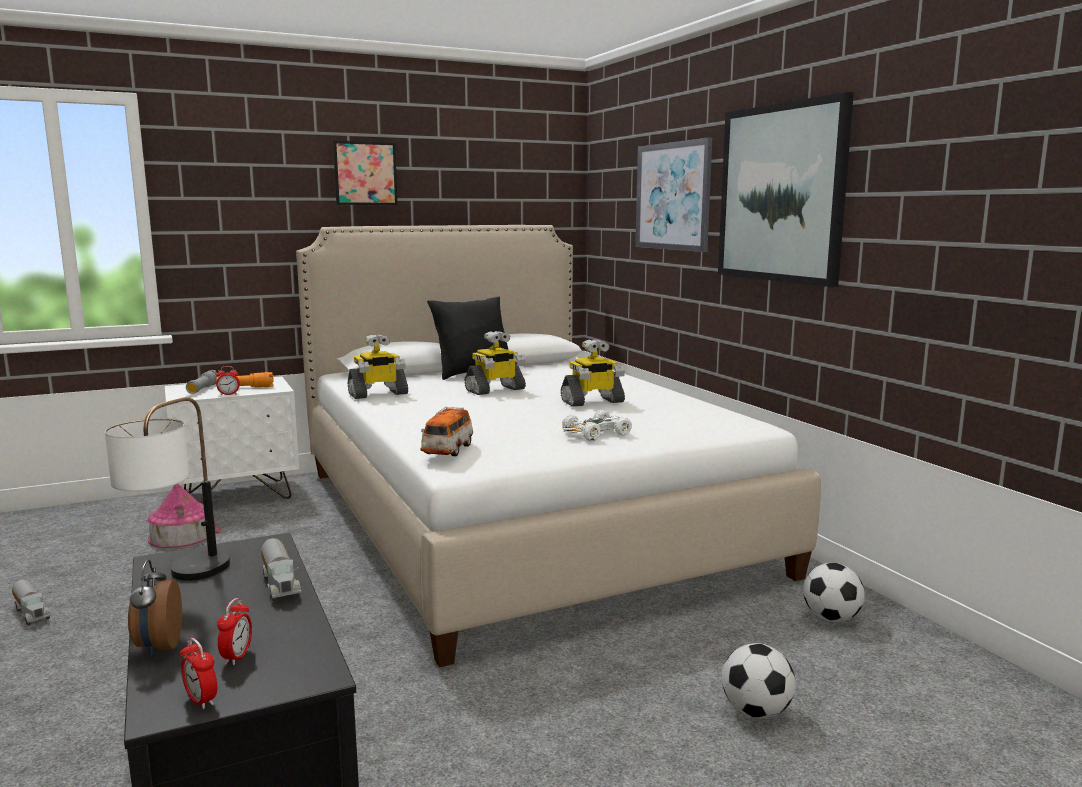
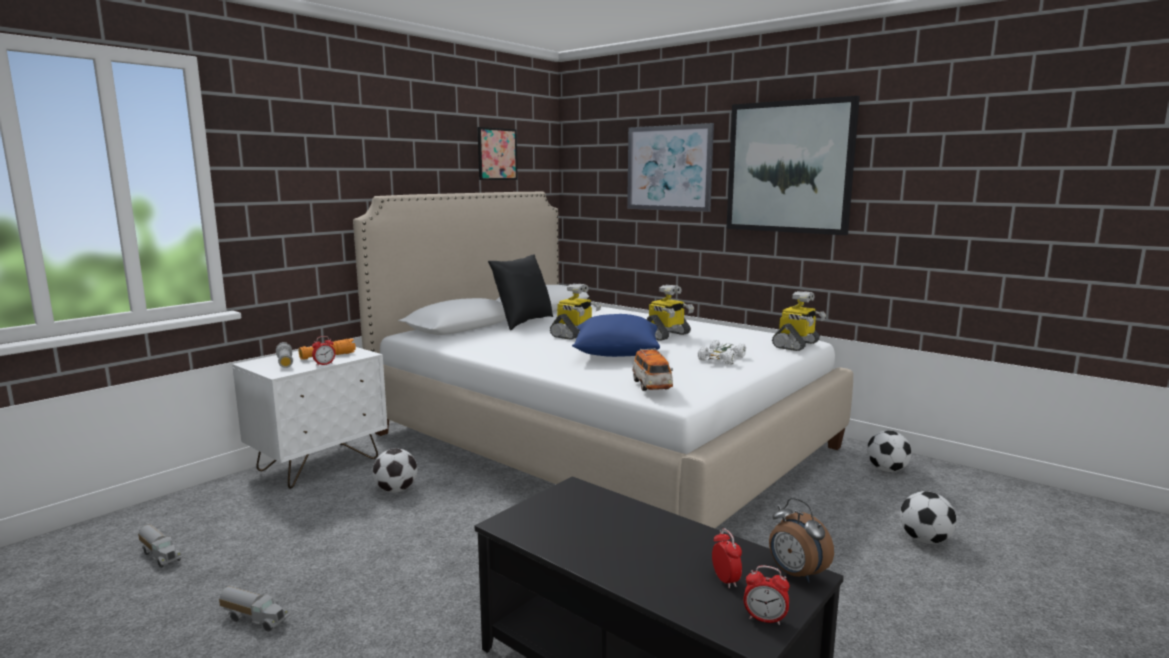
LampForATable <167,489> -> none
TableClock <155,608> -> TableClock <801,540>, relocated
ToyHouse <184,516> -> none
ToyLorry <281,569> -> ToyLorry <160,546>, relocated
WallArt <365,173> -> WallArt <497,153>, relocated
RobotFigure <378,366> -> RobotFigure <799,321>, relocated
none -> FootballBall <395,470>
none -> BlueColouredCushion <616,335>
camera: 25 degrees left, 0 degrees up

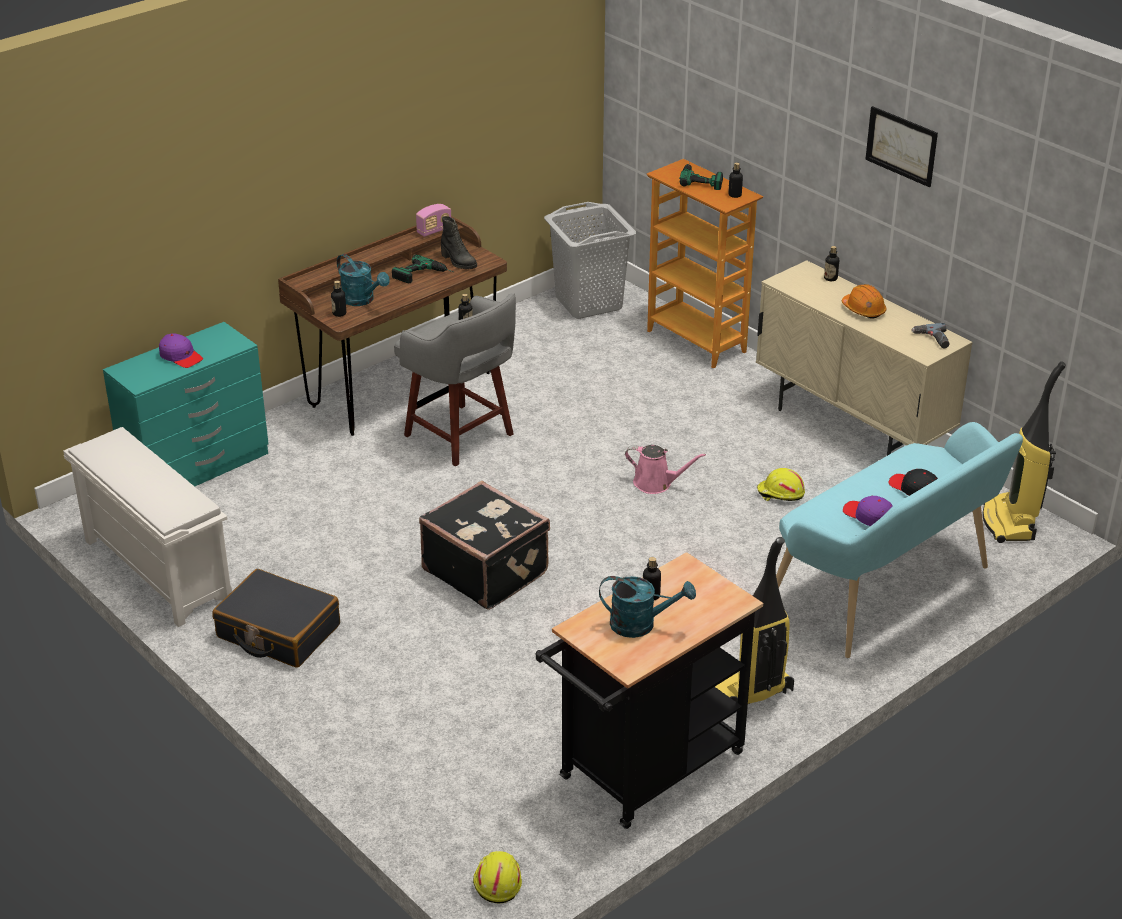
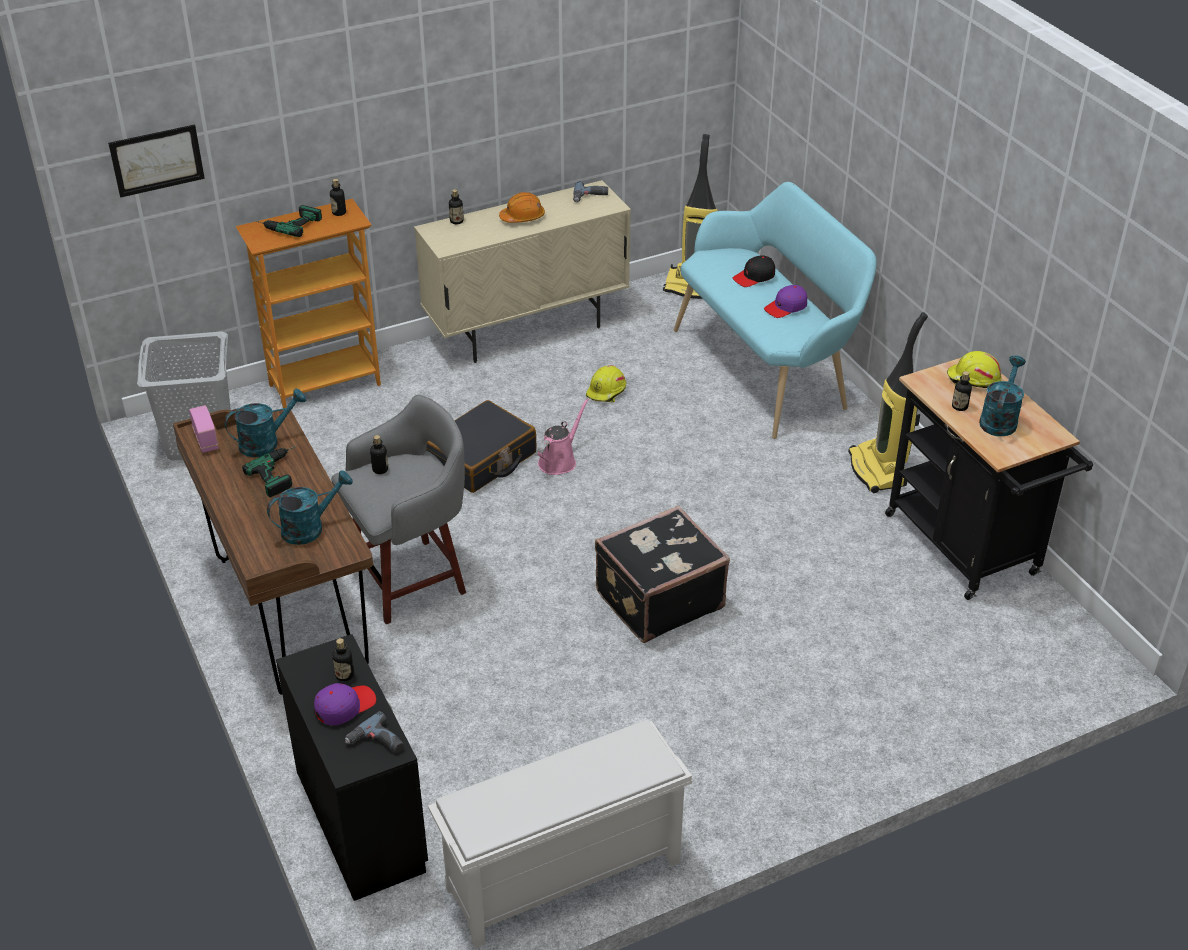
TurquoiseDrawerChest <185,404> -> BlackColouredDrawerChest <352,767>
BlackColouredTravelCase <276,618> -> BlackColouredTravelCase <481,446>, relocated
BeverageBottle <338,299> -> BeverageBottle <343,659>, relocated
BlackColouredBoot <459,242> -> TurquoiseSprinklingCan <265,423>
YellowSafetyHelmet <497,877> -> YellowSafetyHelmet <974,369>, relocated
WallArt <901,146> -> WallArt <156,161>, relocated
none -> PowerDrill <374,732>
camera: 75 degrees left, 5 degrees up

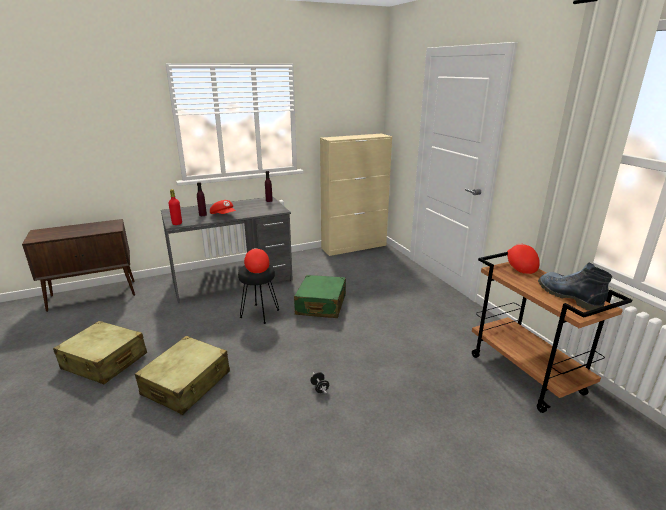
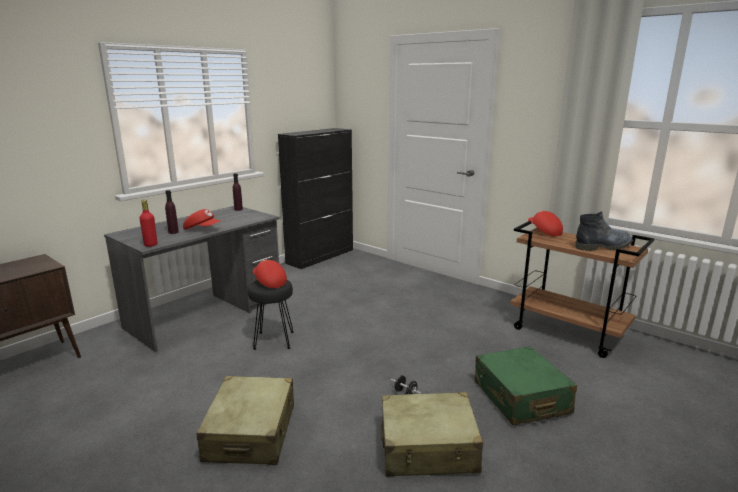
BeigeTravelCase <100,352> -> BeigeTravelCase <432,434>, relocated
GreenColouredTravelCase <320,296> -> GreenColouredTravelCase <526,385>, relocated
BeigeCabinet <356,195> -> BlackColouredCabinet <315,198>
Boot <575,287> -> Boot <604,231>, 135 degrees clockwise
camera: 25 degrees left, 5 degrees down

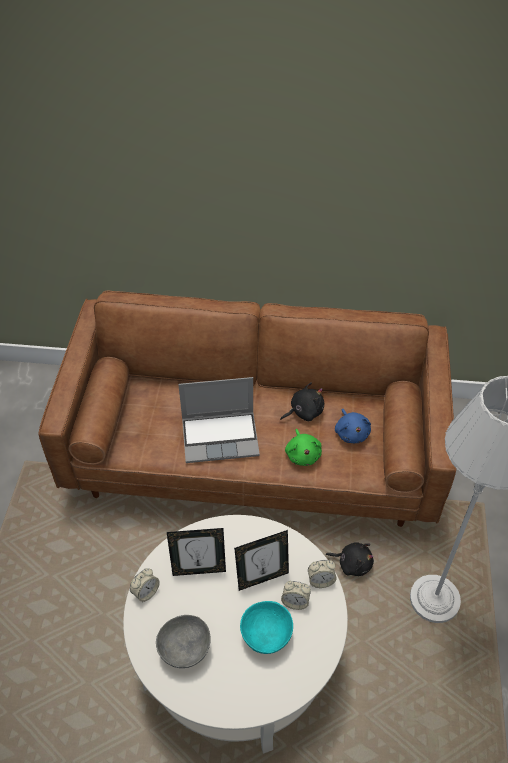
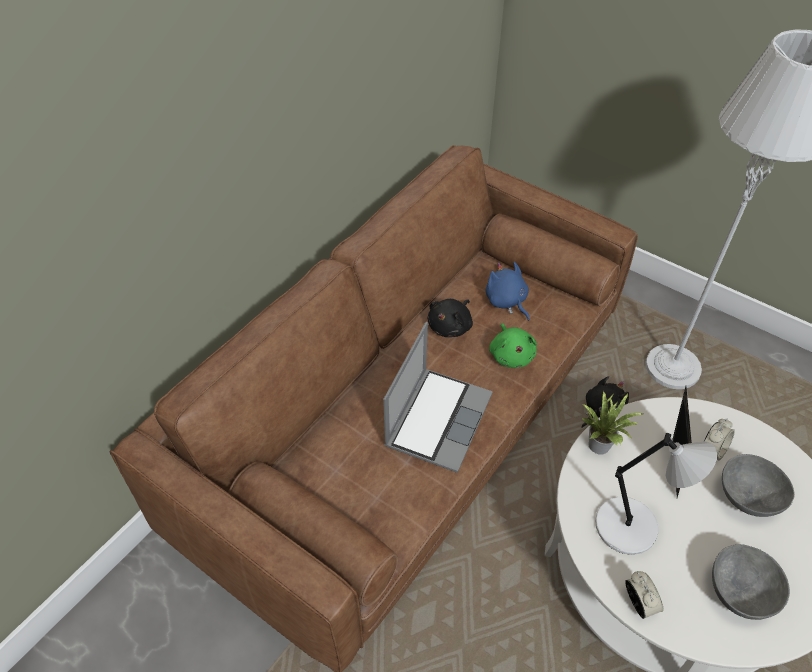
PhotoFrame <196,552> -> GreyishLampForATable <656,494>
TurquoiseBowl <266,627> -> GreyishBowl <758,485>
BlackColouredCuddlyToy <302,401> -> BlackColouredCuddlyToy <450,318>, 150 degrees counterclockwise
GreenColouredCuddlyToy <303,447> -> GreenColouredCuddlyToy <513,345>, 60 degrees clockwise
TableClock <322,574> -> none
BlueColouredCuddlyToy <353,426> -> BlueColouredCuddlyToy <507,291>, 135 degrees counterclockwise
none -> PottedPlant <612,423>
camera: 60 degrees left, 0 degrees up

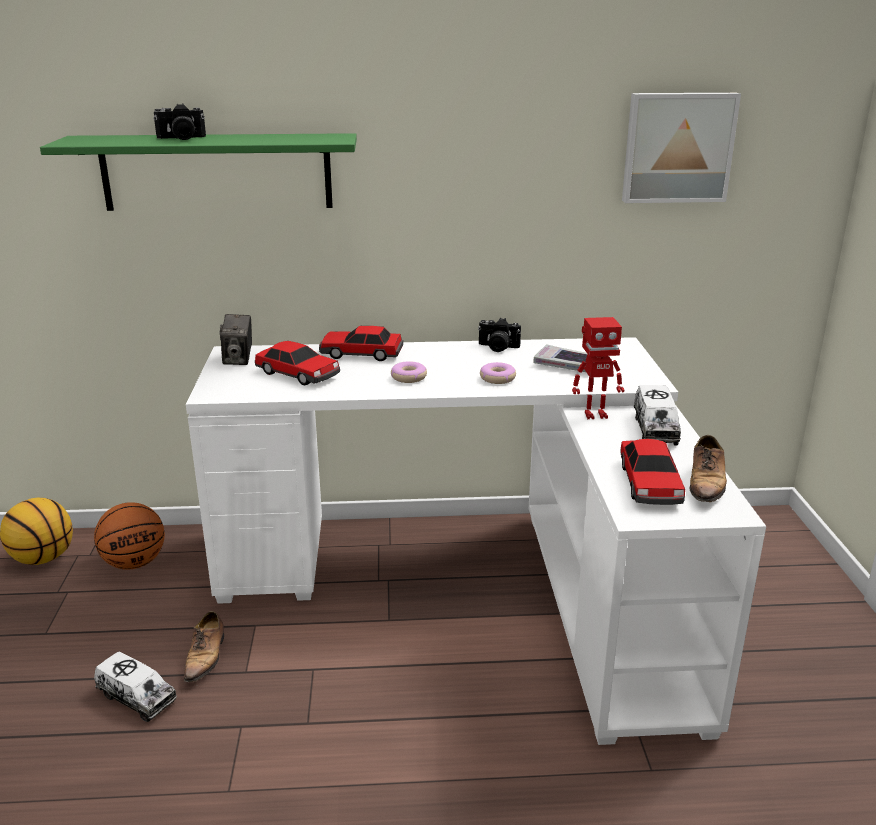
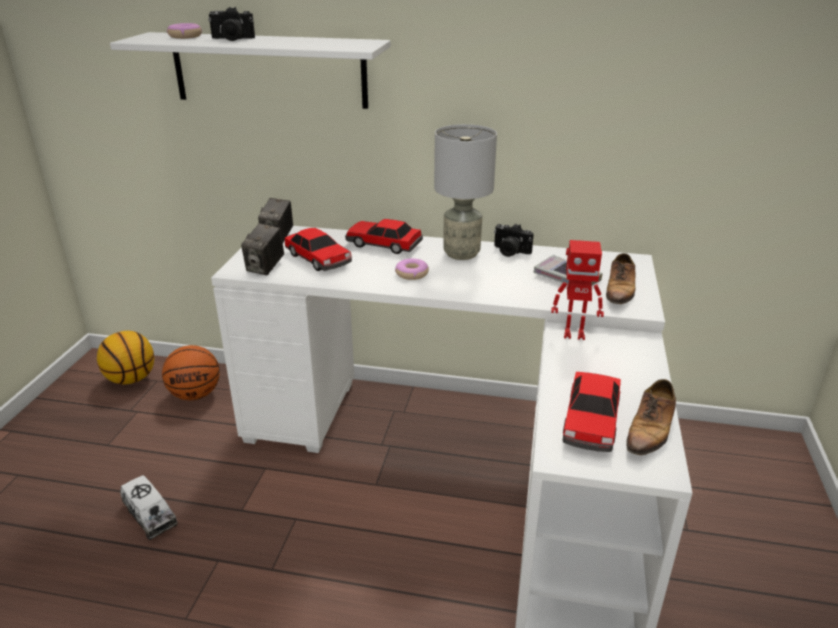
GreenColouredWallShelf <198,172> -> WhitishWallShelf <250,70>
Shoe <204,646> -> Shoe <621,278>, relocated
Donut <498,373> -> Donut <184,31>, relocated
WallArt <681,148> -> none
ToyLorry <657,415> -> none
none -> StillCamera <262,249>
none -> GreyishLampForATable <465,192>
camera: 15 degrees right, 5 degrees up

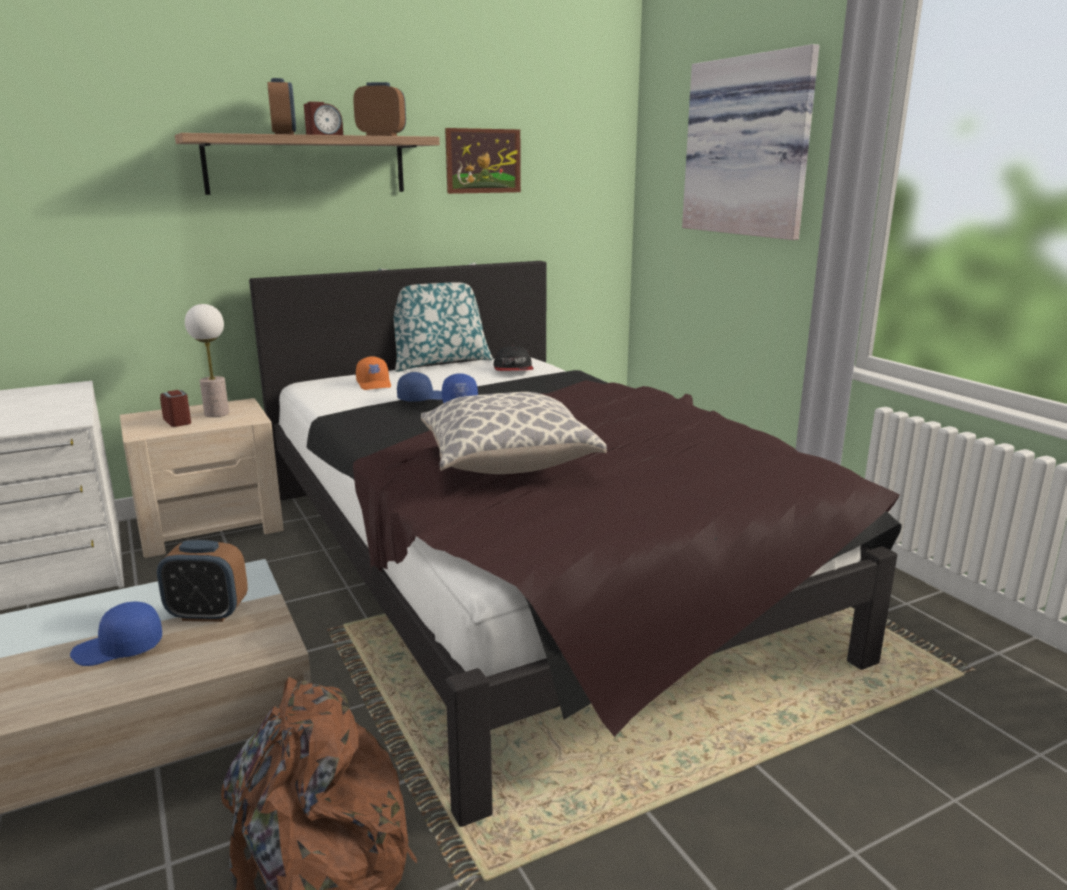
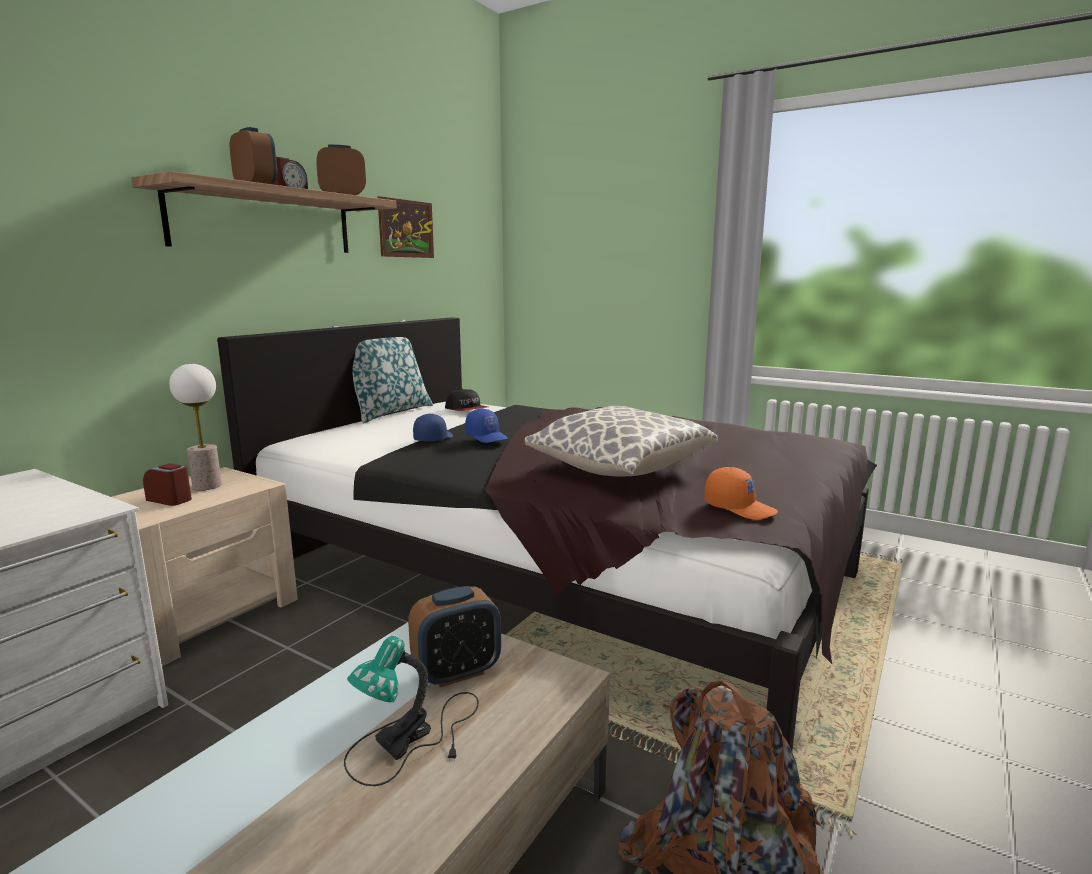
BlueColouredBaseballCap <116,634> -> LampForATable <411,711>
OrangeyBaseballCap <373,373> -> OrangeyBaseballCap <741,493>, relocated
WallArt <750,142> -> none
camera: 30 degrees left, 5 degrees down

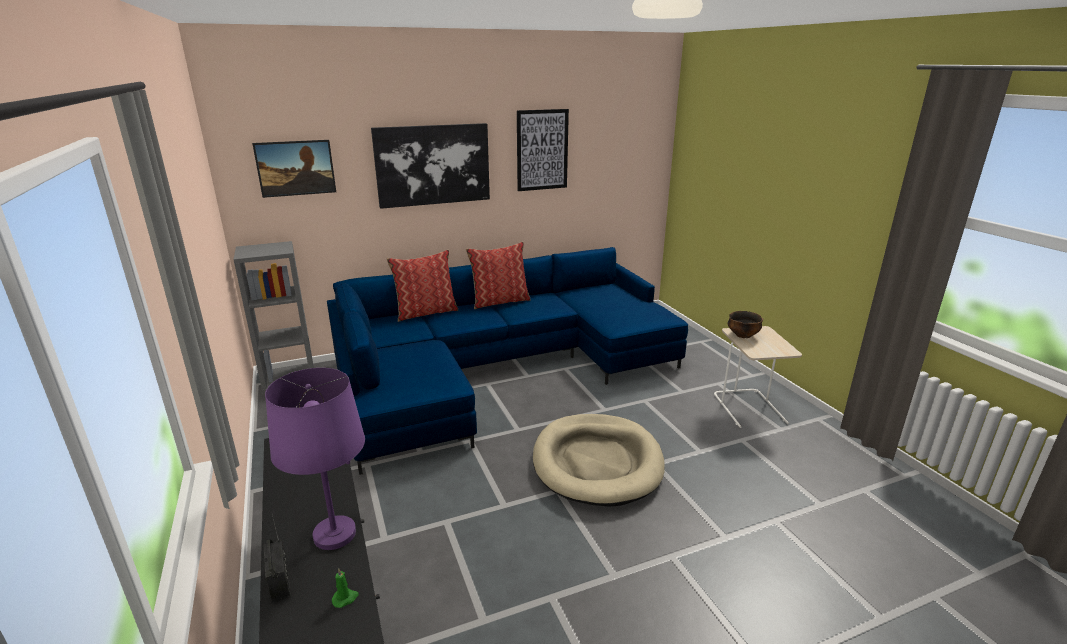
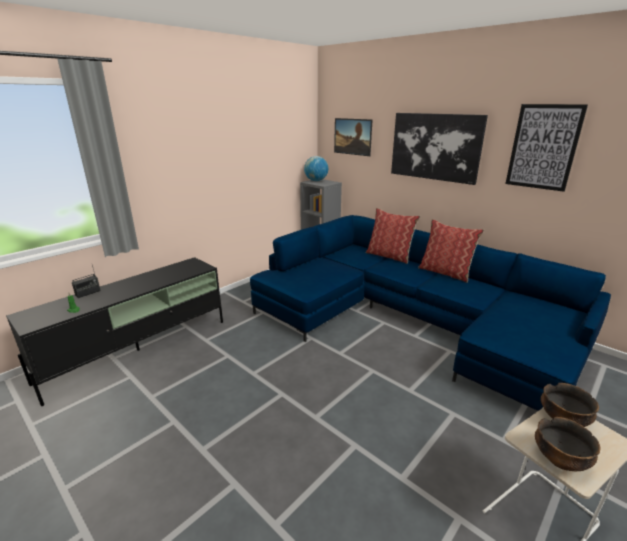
PurpleColouredLampForATable <315,459> -> none
BeigePetBed <599,460> -> none
none -> WorldGlobe <316,168>
none -> Bowl <568,444>
camera: 65 degrees right, 0 degrees up

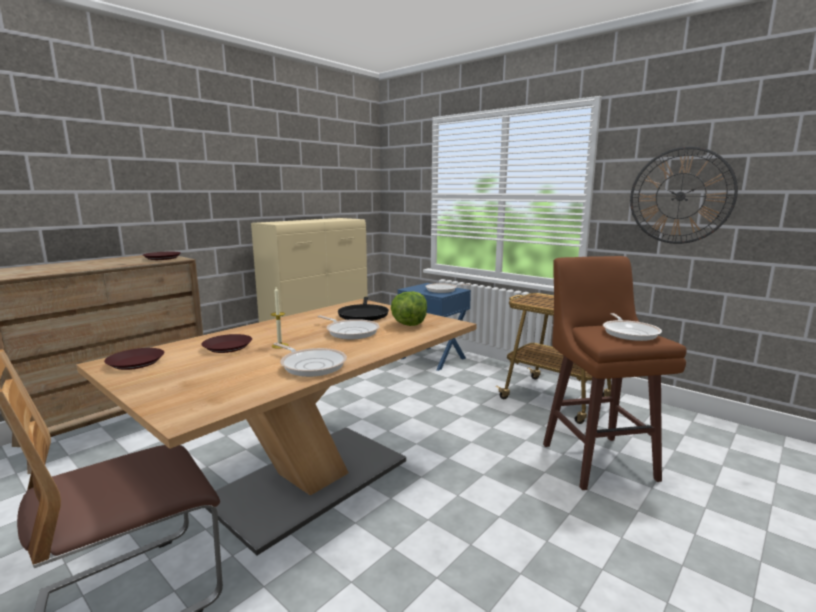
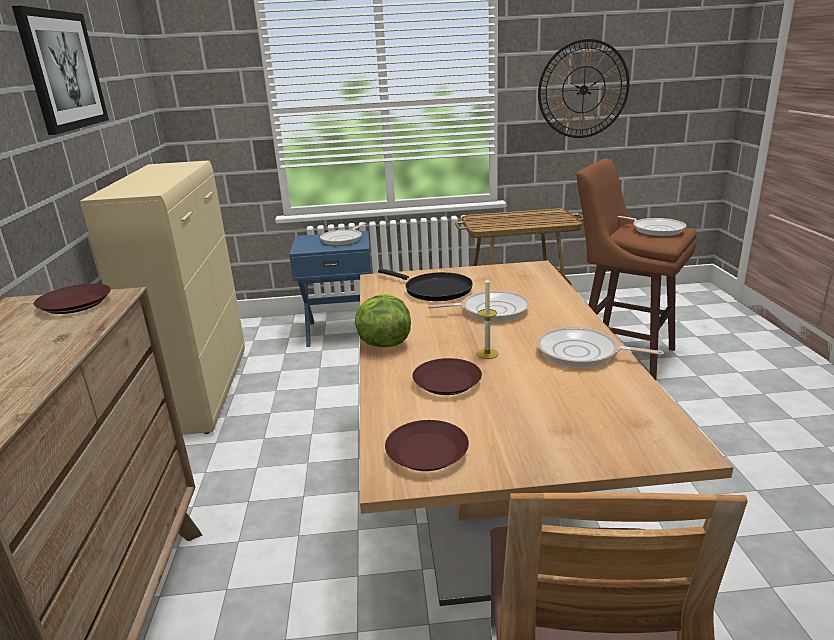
Skillet <310,360> -> Skillet <600,347>, 150 degrees counterclockwise
HeadOfLettuce <409,308> -> HeadOfLettuce <383,320>, relocated
none -> WallArt <60,70>
camera: 45 degrees left, 10 degrees up

